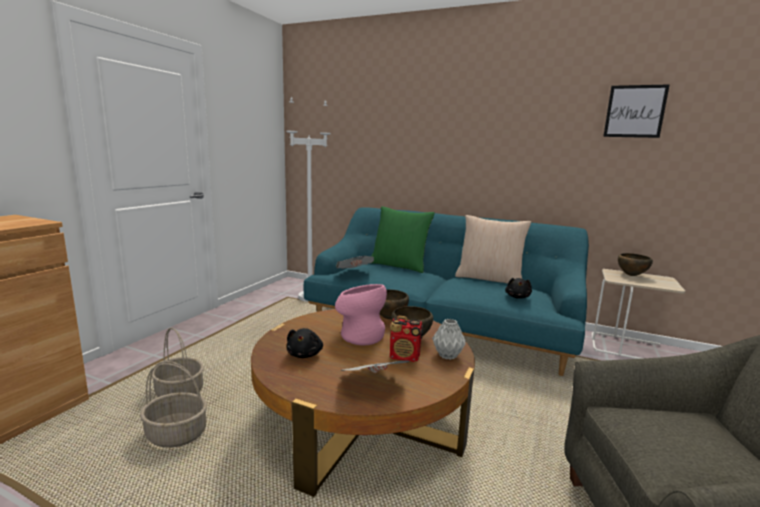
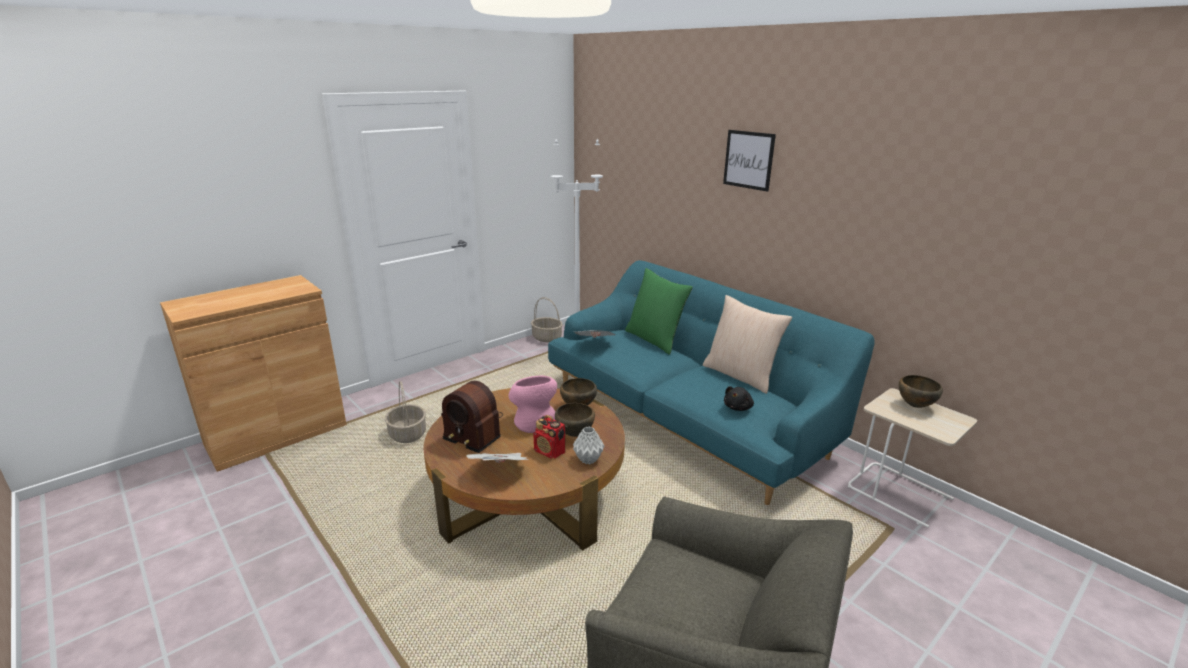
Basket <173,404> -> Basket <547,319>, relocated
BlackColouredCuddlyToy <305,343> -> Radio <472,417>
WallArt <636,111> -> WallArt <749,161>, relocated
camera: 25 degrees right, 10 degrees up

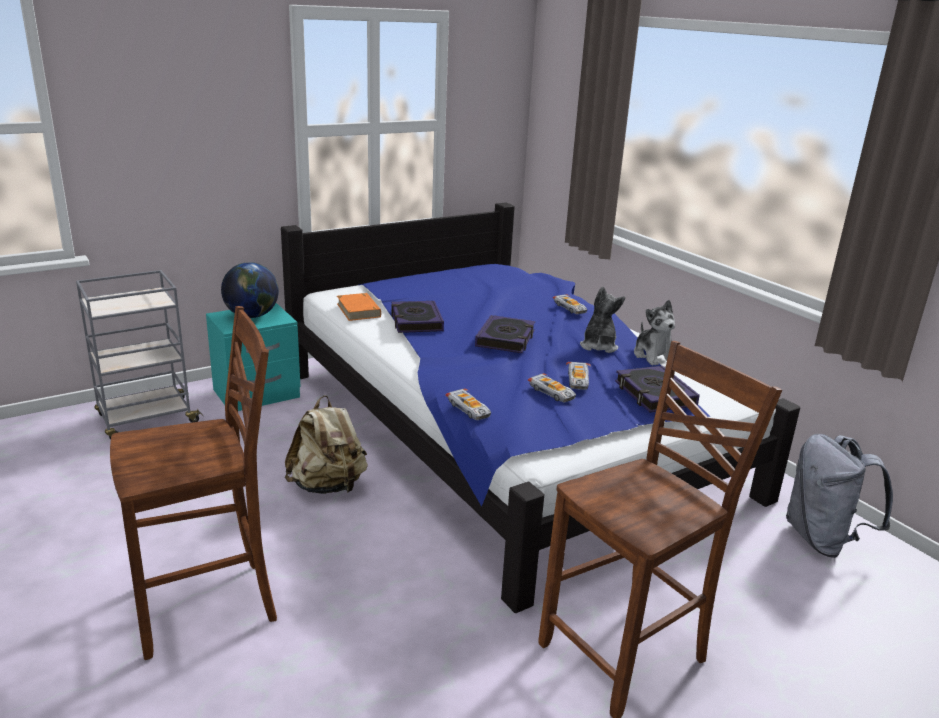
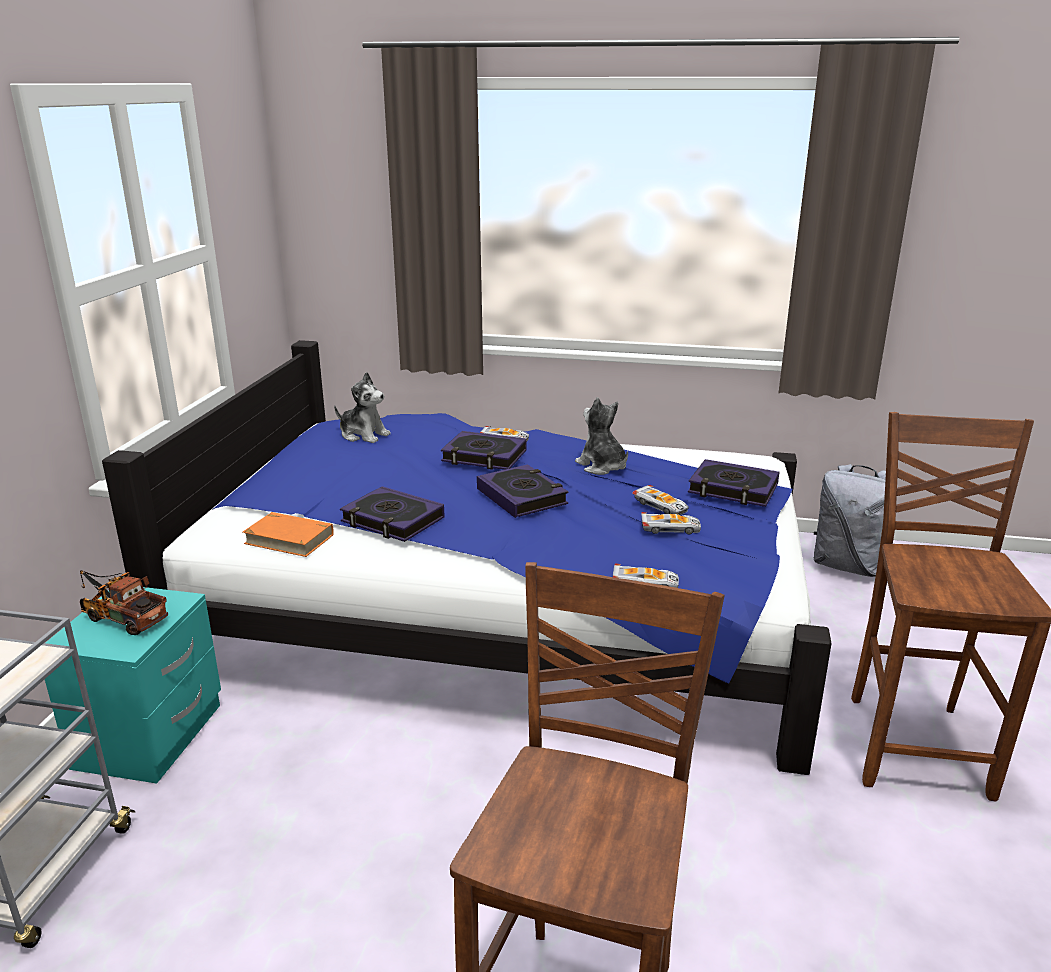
WorldGlobe <250,290> -> ToyLorry <124,602>
BeigeKnapsack <326,444> -> none
CuddlyToy <654,333> -> CuddlyToy <362,407>, relocated
none -> Book <484,450>
camera: 45 degrees left, 0 degrees up

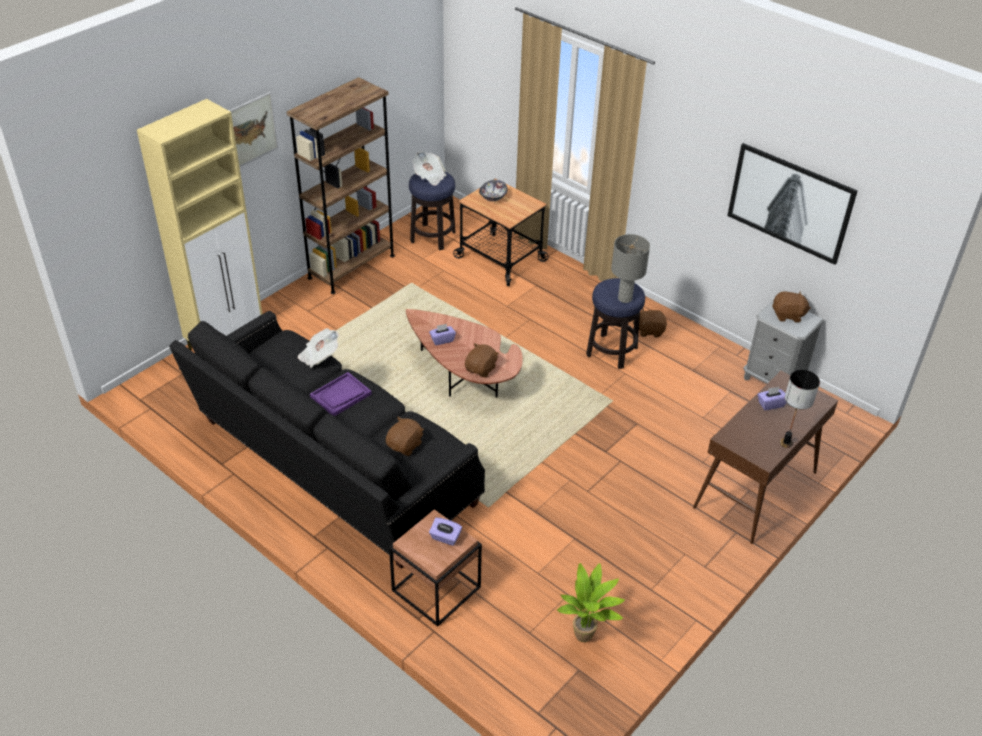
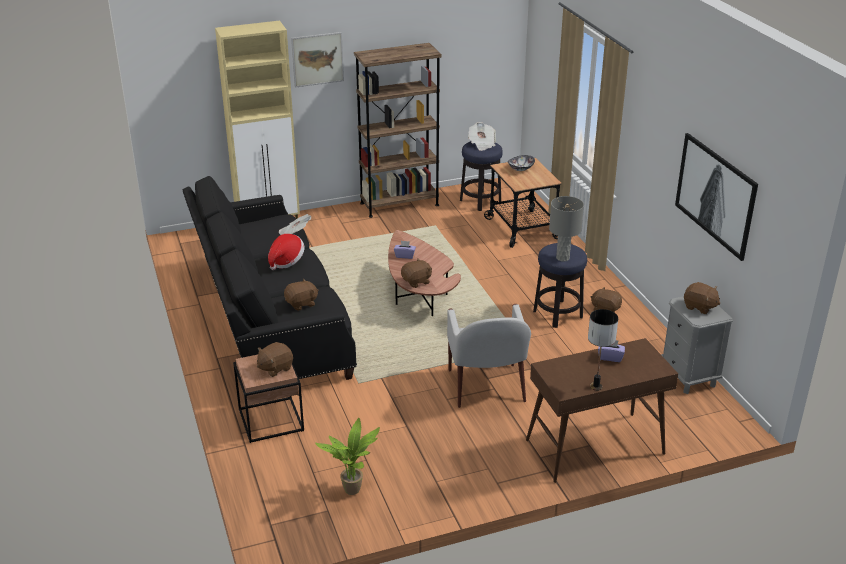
PurpleColouredTray <341,394> -> WearableHat <286,252>
PurpleColouredTissueBox <445,532> -> BrownCuddlyToy <275,359>
none -> WhitishLoungeChair <489,356>
camera: 30 degrees right, 10 degrees down

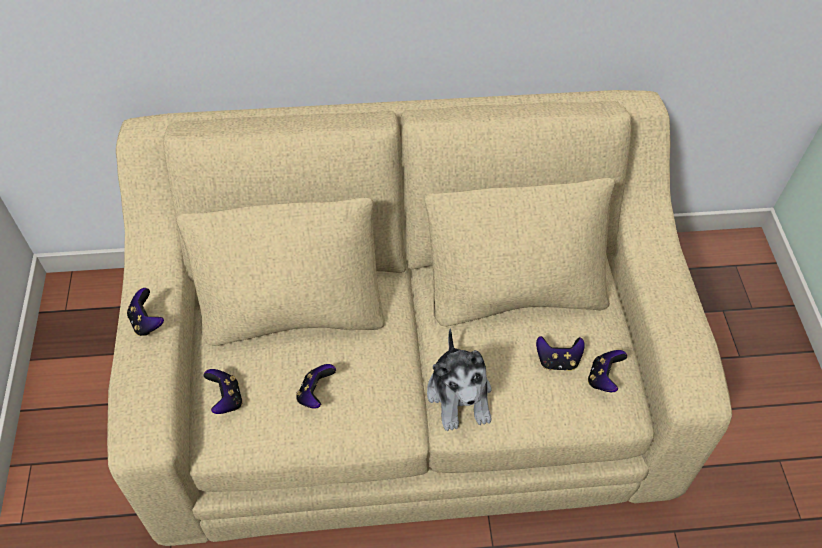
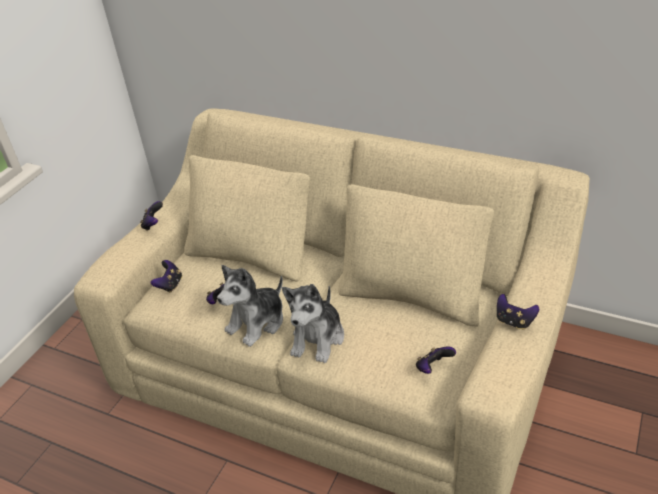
Joypad <560,353> -> Joypad <518,312>, relocated
none -> CuddlyToy <250,306>
camera: 35 degrees right, 15 degrees down

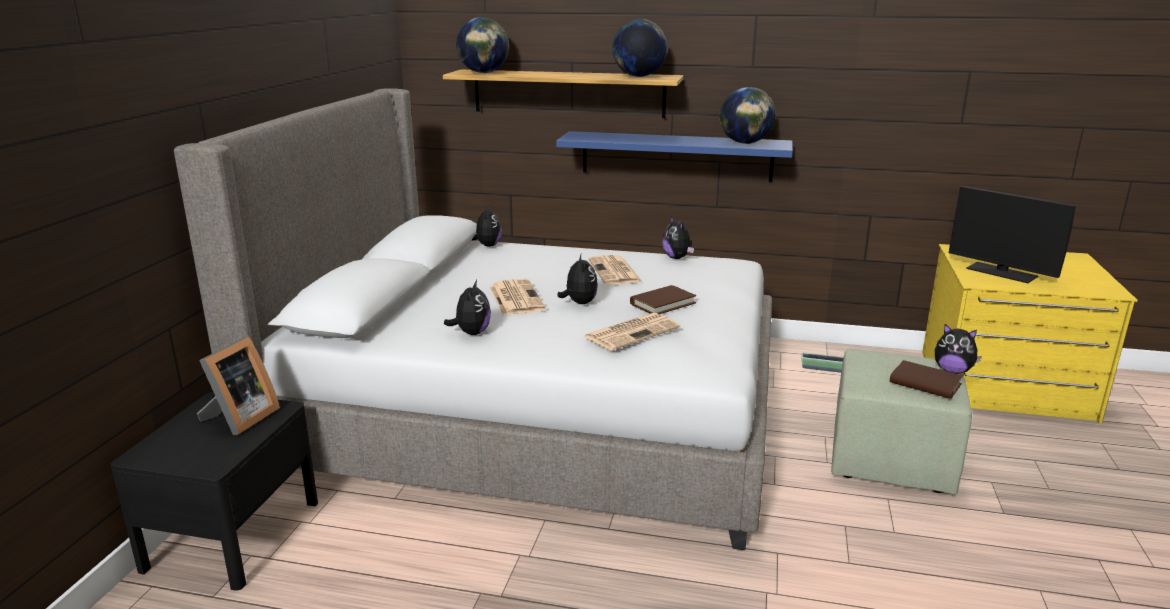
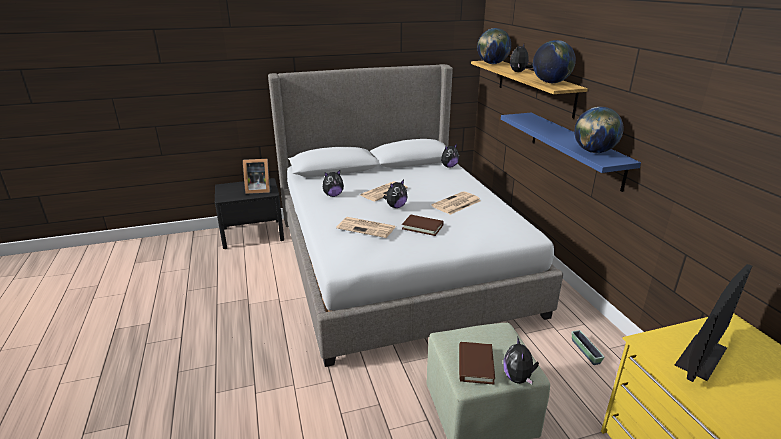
CuddlyToy <678,237> -> CuddlyToy <521,58>, relocated
ComputerDisplay <1012,234> -> ComputerDisplay <713,323>, 150 degrees counterclockwise
camera: 60 degrees right, 5 degrees up

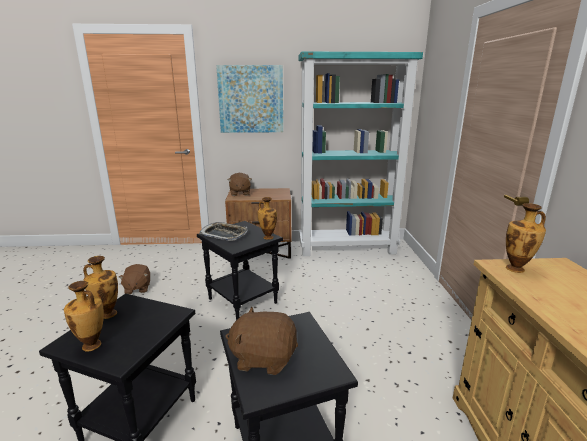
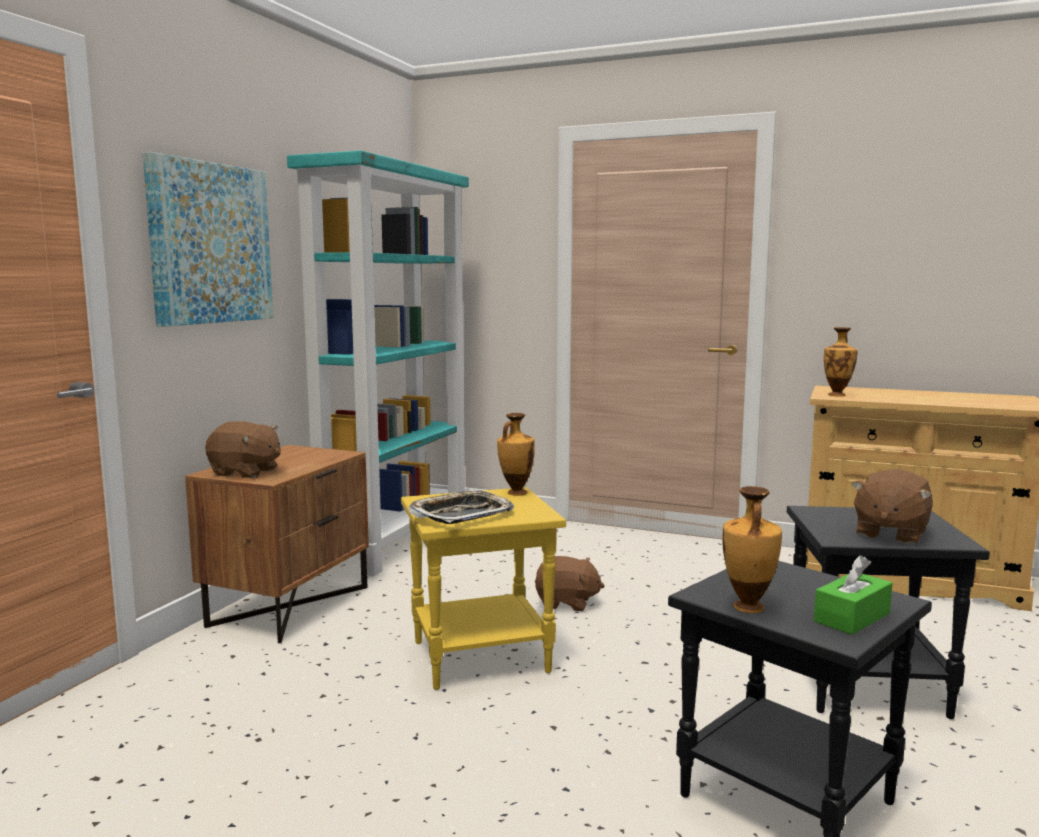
DecorativeVase <84,316> -> GreenColouredTissueBox <853,595>
BrownCuddlyToy <134,279> -> BrownCuddlyToy <569,583>, relocated
BlackColouredAccentTable <240,270> -> YellowAccentTable <483,588>
camera: 65 degrees left, 10 degrees down

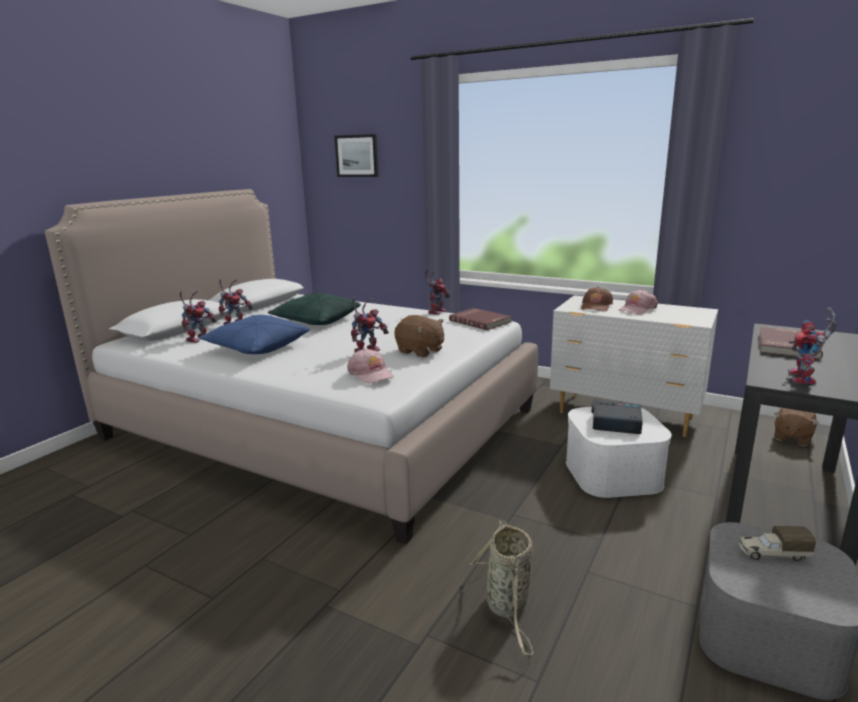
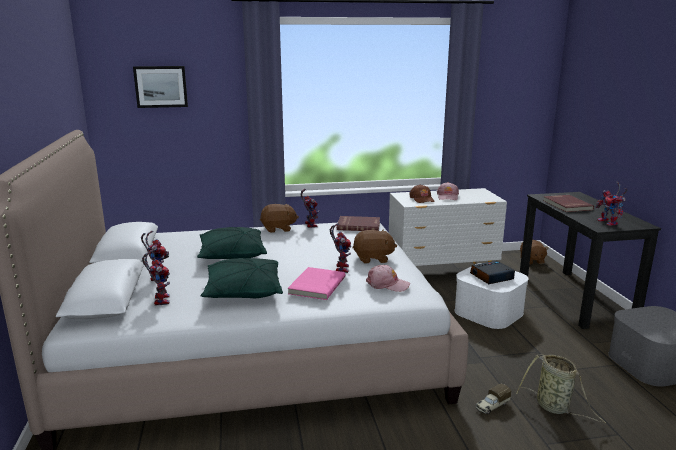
BlueColouredCushion <254,334> -> GreenColouredCushion <242,278>
ToyLorry <777,543> -> ToyLorry <493,399>, relocated
none -> BrownCuddlyToy <279,218>
none -> PinkishBook <316,283>
camera: 40 degrees left, 0 degrees up

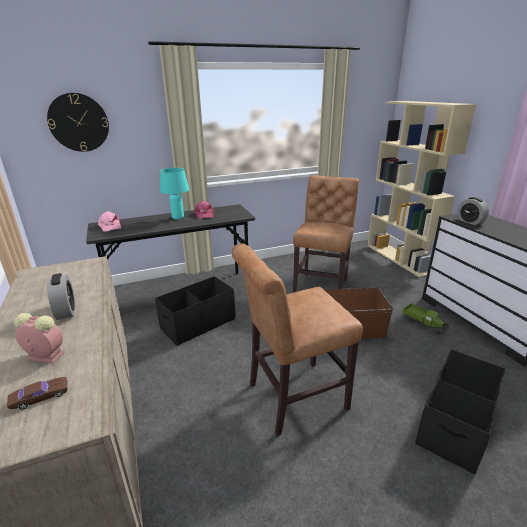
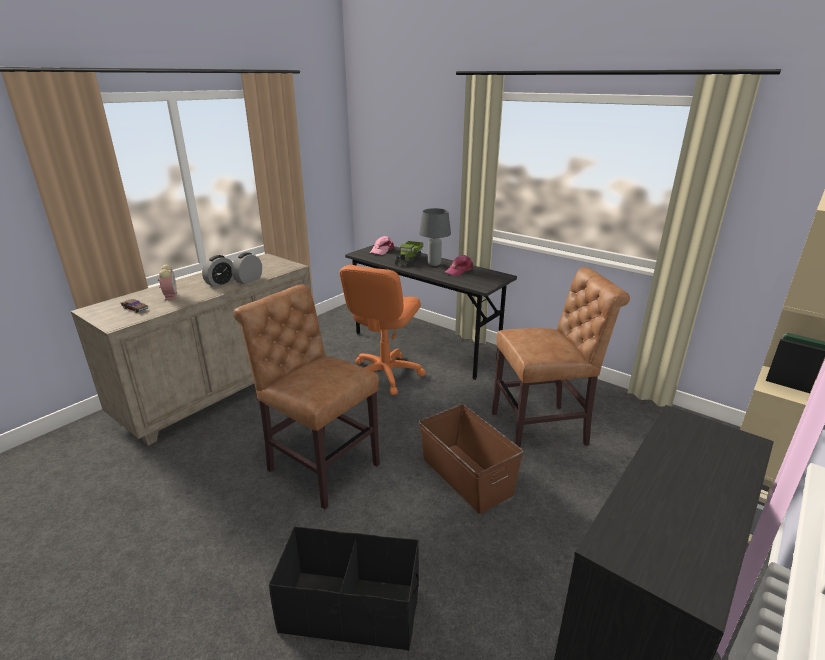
HangingClock <78,122> -> none
BlackColouredStorageBox <195,311> -> OrangeyComputerChair <382,330>
TurquoiseLampForATable <174,194> -> GreyishLampForATable <435,237>
ToyLorry <425,319> -> ToyLorry <409,253>, relocated
TableClock <473,211> -> TableClock <246,268>, relocated
camera: 60 degrees right, 0 degrees up

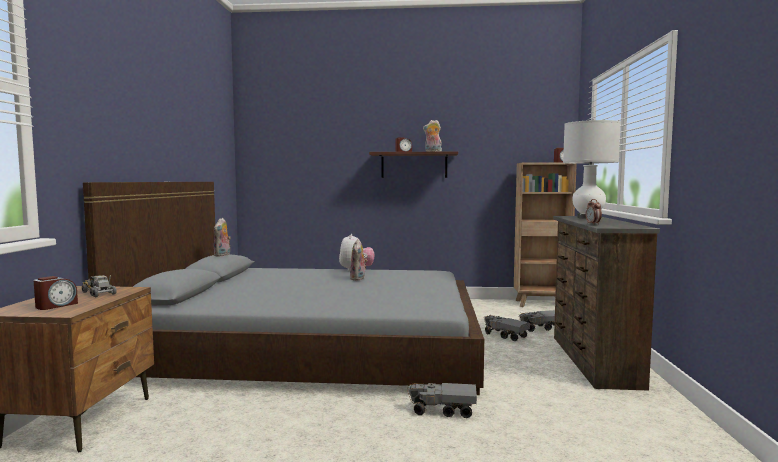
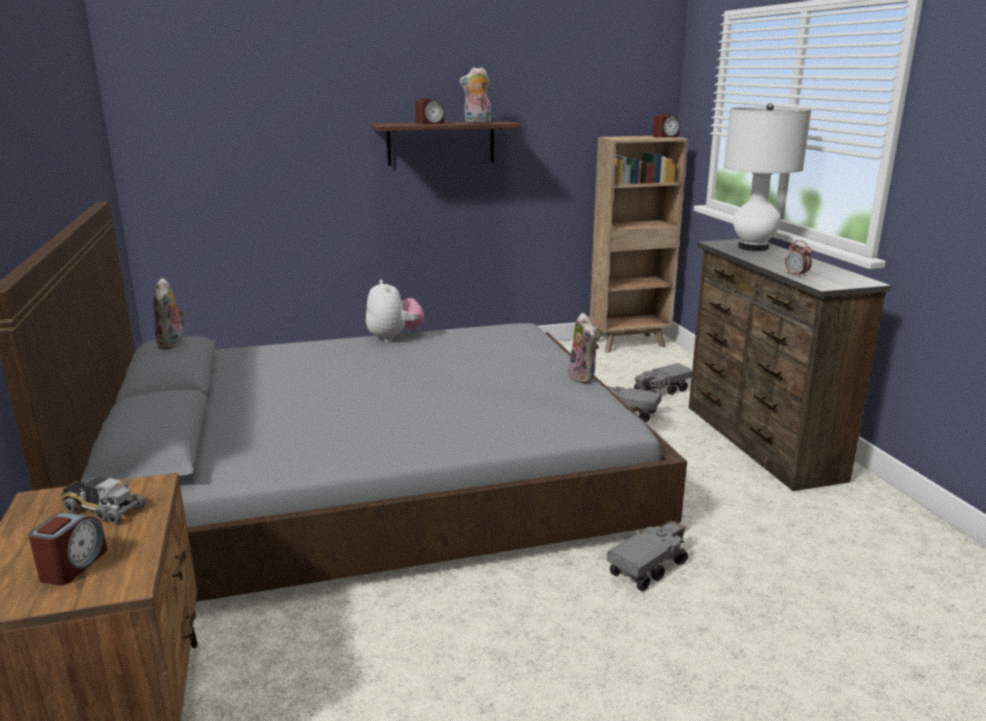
CuddlyToy <359,260> -> CuddlyToy <583,348>, relocated
ToyLorry <442,400> -> ToyLorry <647,555>, 150 degrees clockwise
camera: 20 degrees left, 15 degrees up

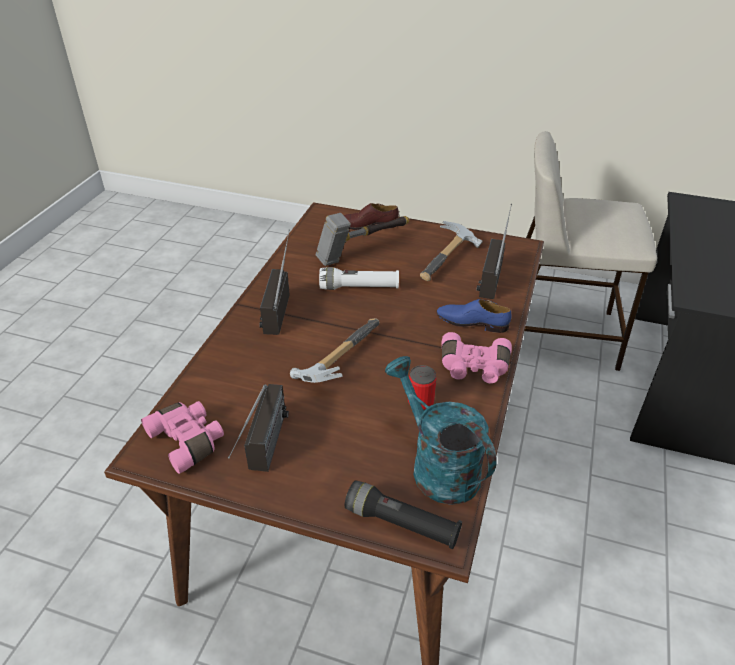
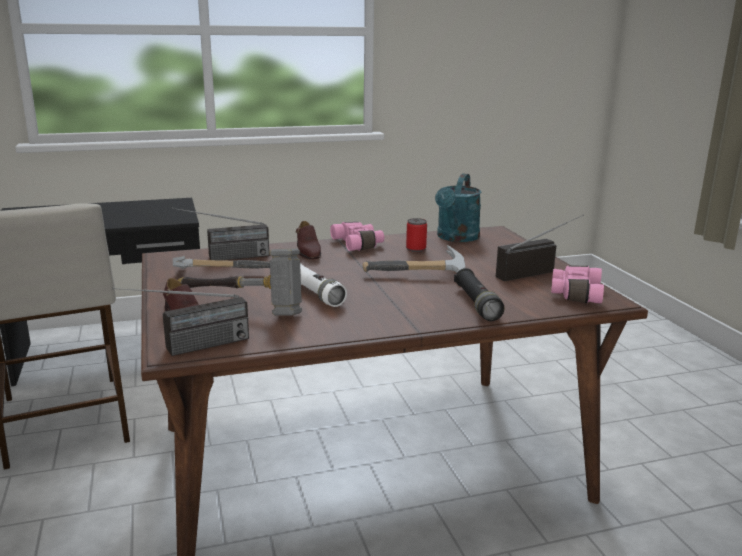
Radio <274,282> -> Radio <180,322>, relocated
BlackColouredTorch <403,514> -> BlackColouredTorch <479,294>, relocated
BlueColouredShoe <474,316> -> BrownShoe <308,240>
camera: 125 degrees left, 20 degrees down

